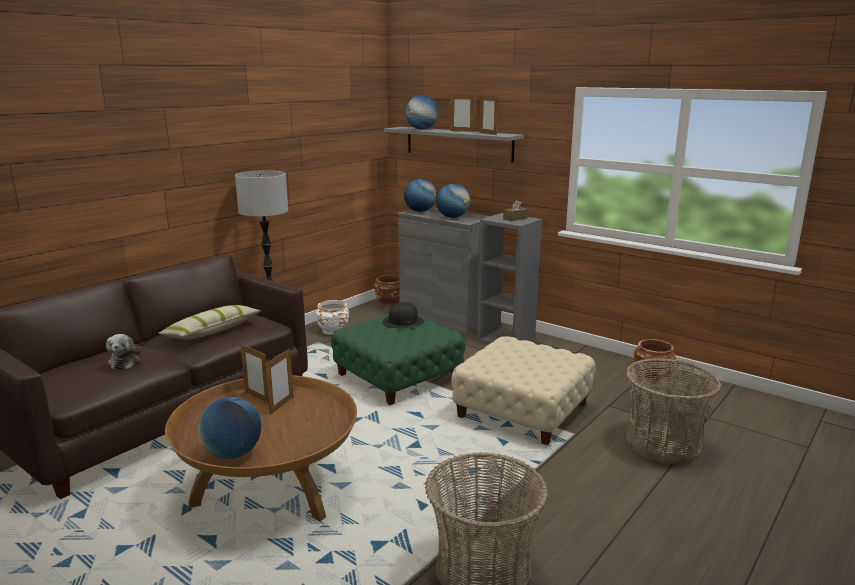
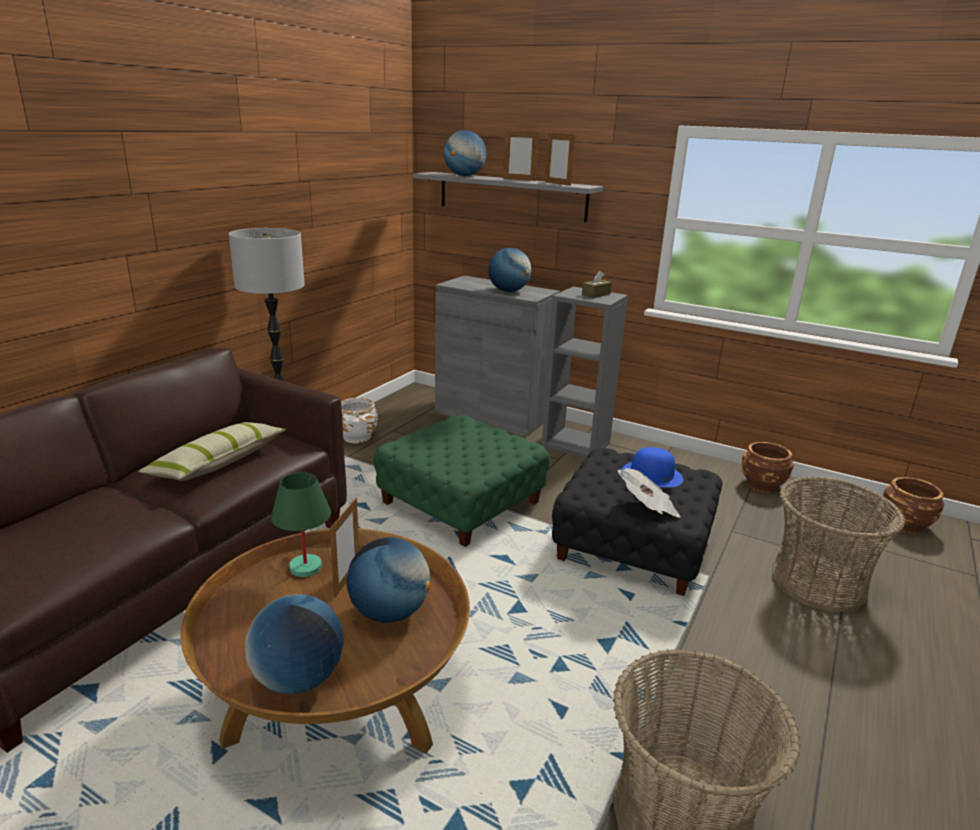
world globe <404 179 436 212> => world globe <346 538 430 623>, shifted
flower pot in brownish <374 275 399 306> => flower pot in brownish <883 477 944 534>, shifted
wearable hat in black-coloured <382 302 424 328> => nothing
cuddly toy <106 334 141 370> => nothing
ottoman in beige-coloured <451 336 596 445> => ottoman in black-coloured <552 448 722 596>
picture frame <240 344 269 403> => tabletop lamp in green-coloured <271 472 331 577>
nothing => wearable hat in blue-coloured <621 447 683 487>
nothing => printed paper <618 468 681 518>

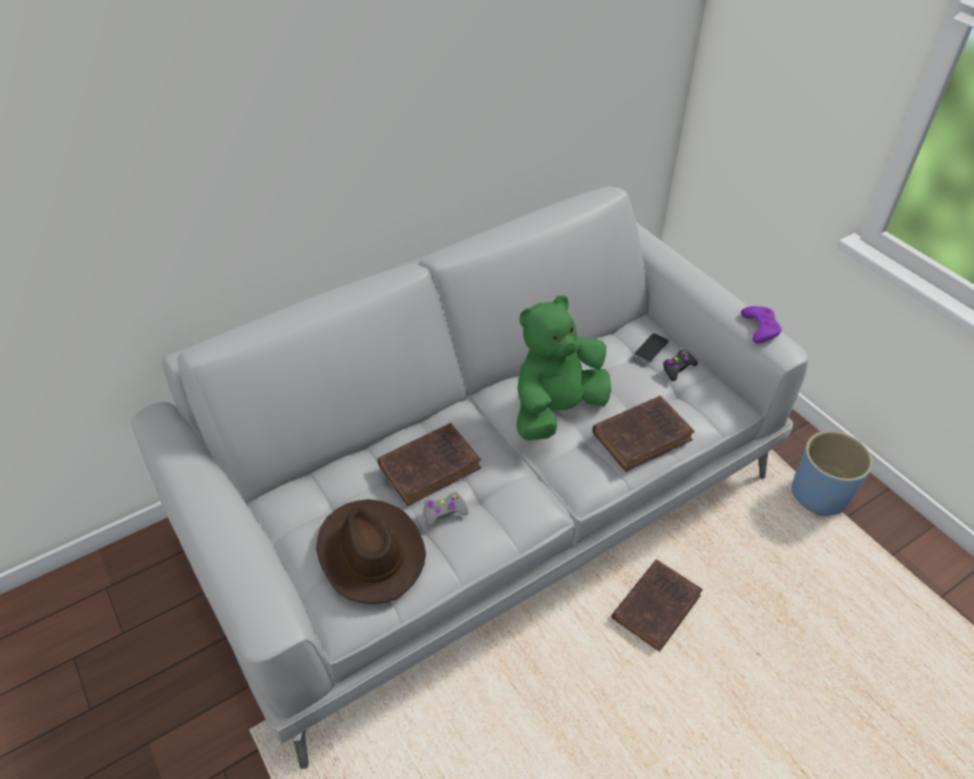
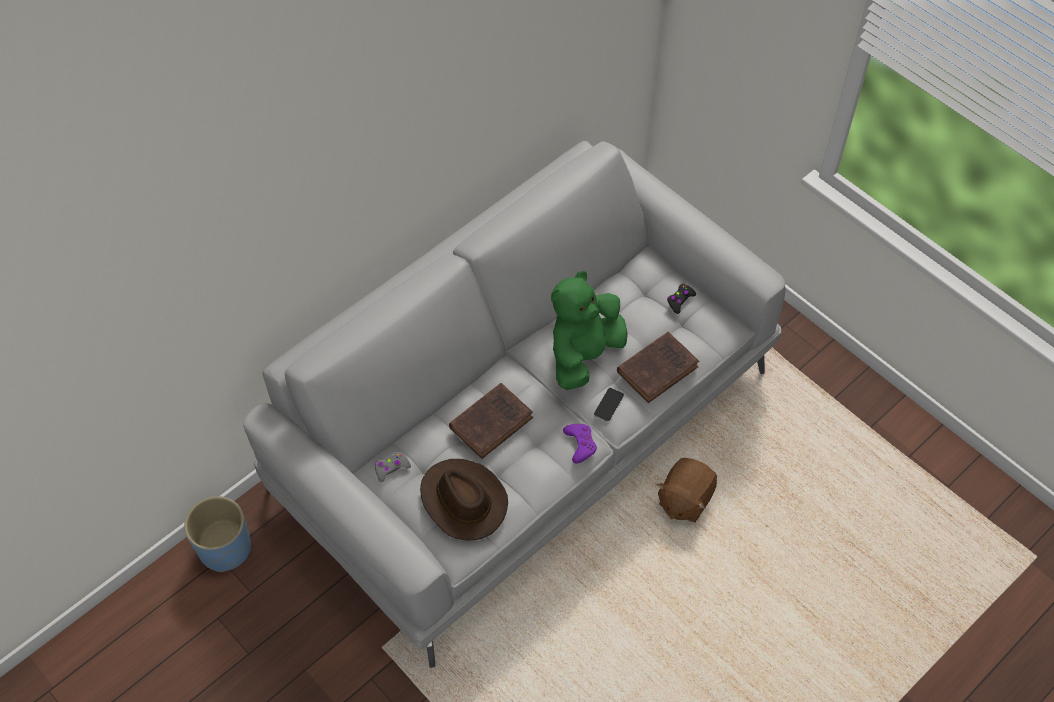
game controller in purple-coloured <741 306 782 344> => game controller in purple-coloured <563 424 597 464>, shifted
telephone <634 333 669 362> => telephone <594 388 624 422>, shifted
flower pot in blue-coloured <792 431 873 516> => flower pot in blue-coloured <184 496 251 572>, shifted
game controller in grey <424 492 469 527> => game controller in grey <375 451 411 482>, shifted
bound book in brownish <612 560 703 652> => cuddly toy in brownish <657 458 717 522>

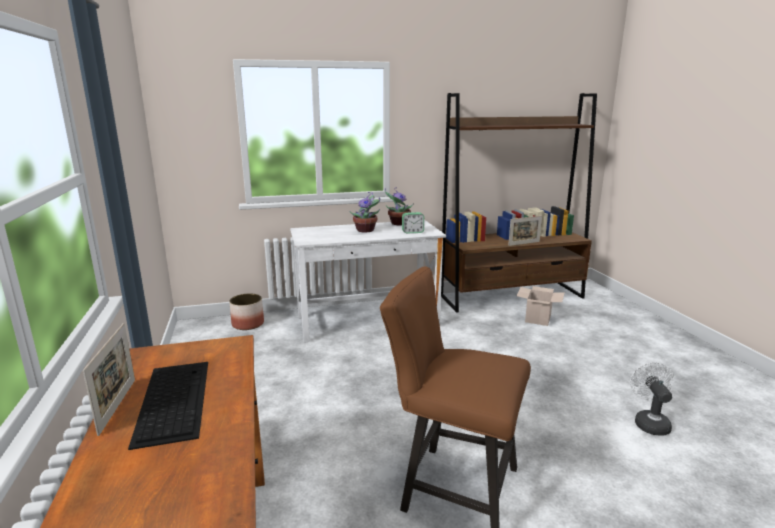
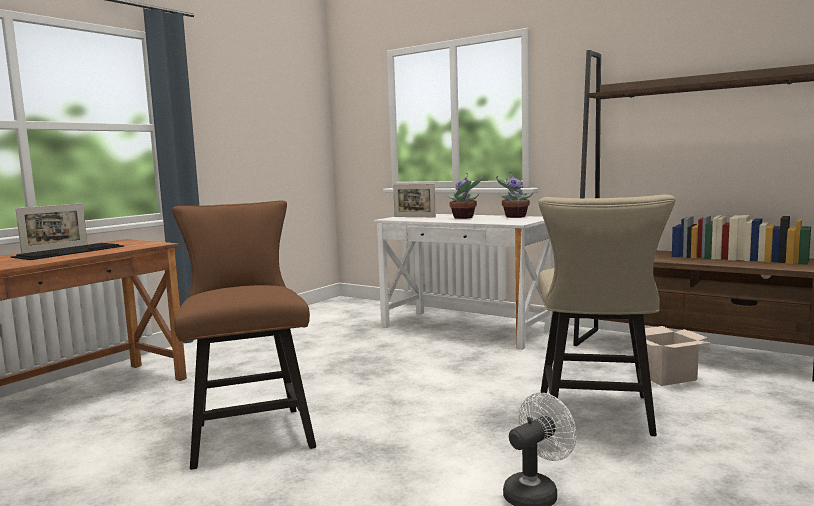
alarm clock <402 212 424 233> => nothing
picture frame <508 216 542 246> => picture frame <393 184 436 217>, shifted
flower pot <229 294 264 330> => nothing
nothing => chair in beige-coloured <538 194 676 436>

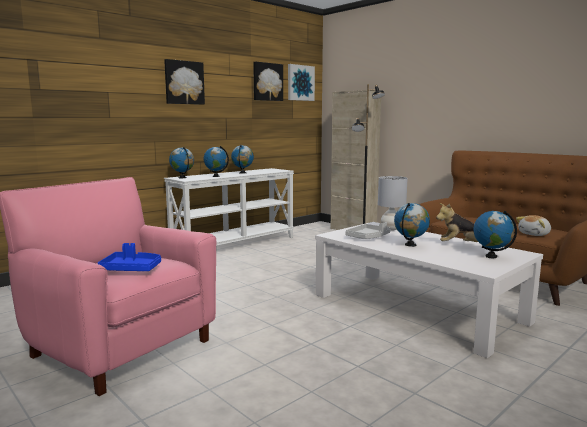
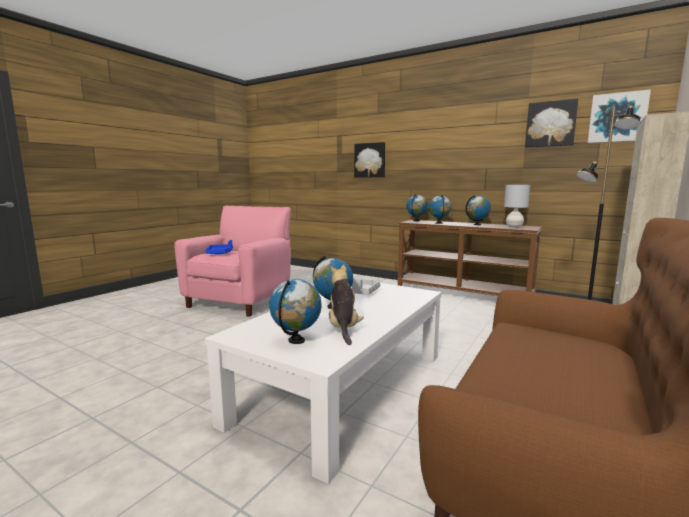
picture <164 59 205 105> => picture <354 142 385 178>, shifted
hall table in white <164 168 294 246> => hall table in brownish <397 220 542 296>
tabletop lamp in grey <378 176 408 230> => tabletop lamp in grey <504 185 530 227>, shifted
cuddly toy <516 215 551 236> => nothing

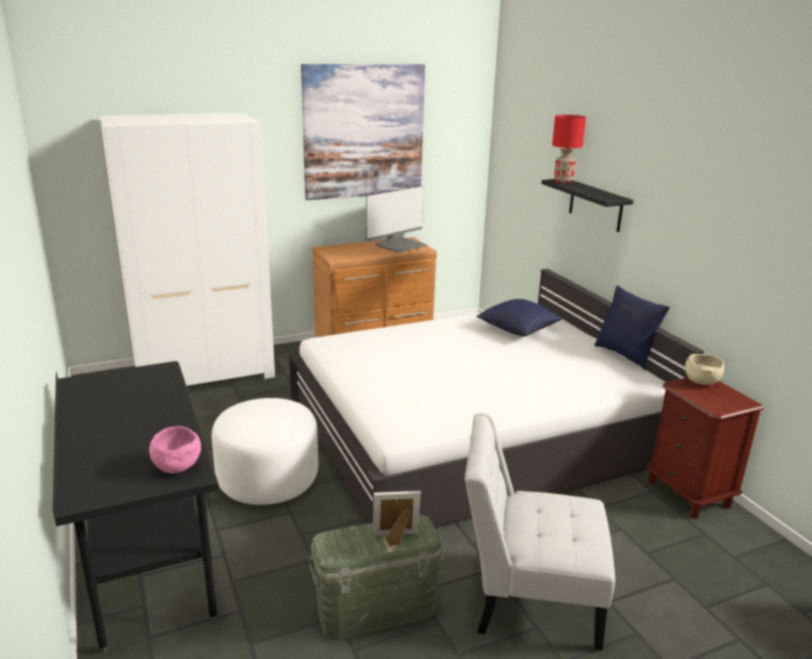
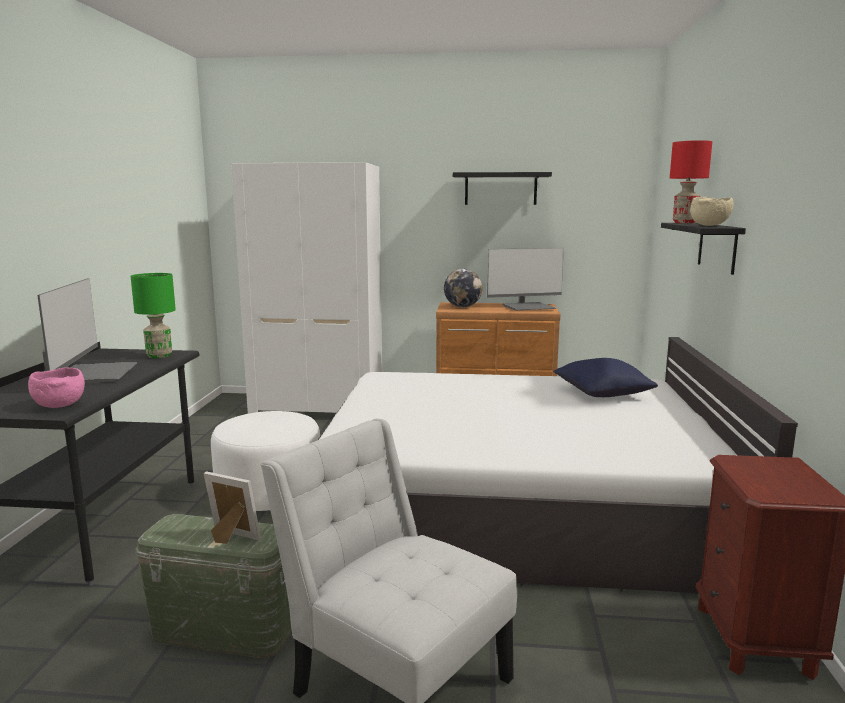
picture <301 64 425 200> => shelf in black-coloured <453 172 552 205>
cushion in blue-coloured <594 285 670 370> => nothing
bowl in beige-coloured <685 354 724 385> => bowl in beige-coloured <690 197 734 226>, shifted
nothing => world globe <444 269 482 307>
nothing => tabletop lamp in green-coloured <131 273 176 358>
nothing => monitor <37 278 137 384>

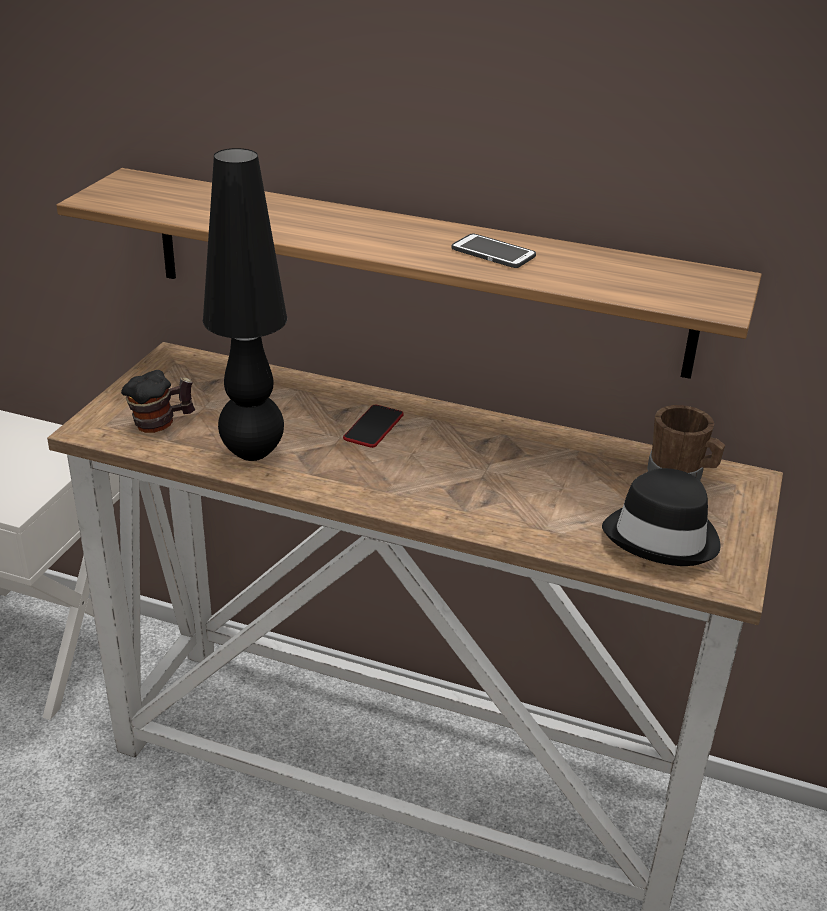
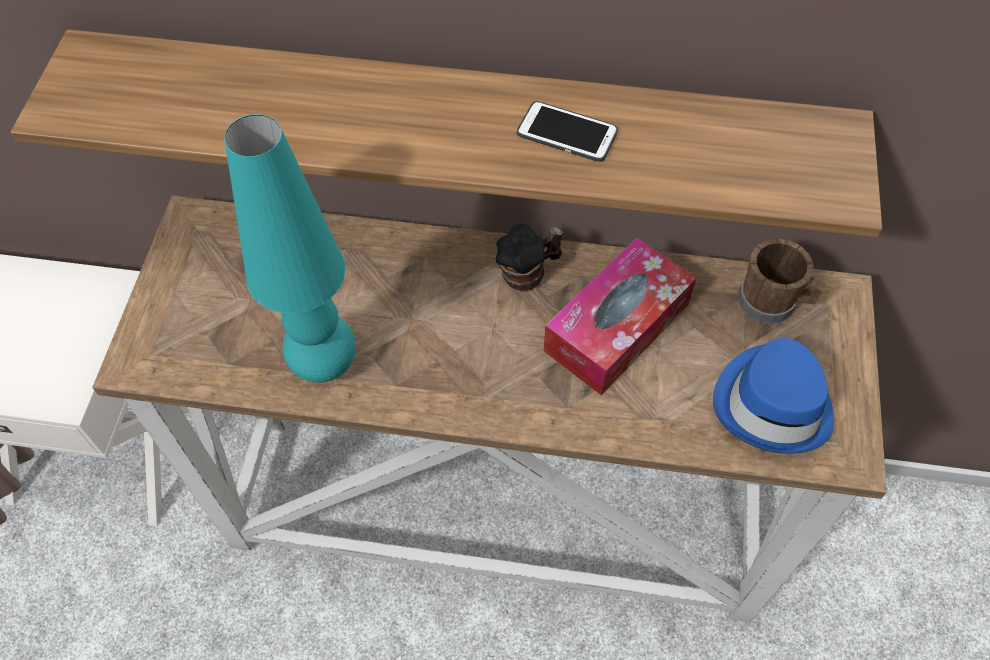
tabletop lamp in black-coloured <203 148 287 461> => tabletop lamp in turquoise <224 114 356 383>
tea mug <121 370 195 433> => tea mug <495 224 563 291>, shifted
telephone <343 405 404 448> => nothing
wearable hat in black-coloured <602 468 721 566> => wearable hat in blue-coloured <713 338 834 454>
nothing => tissue holder <544 238 696 395>

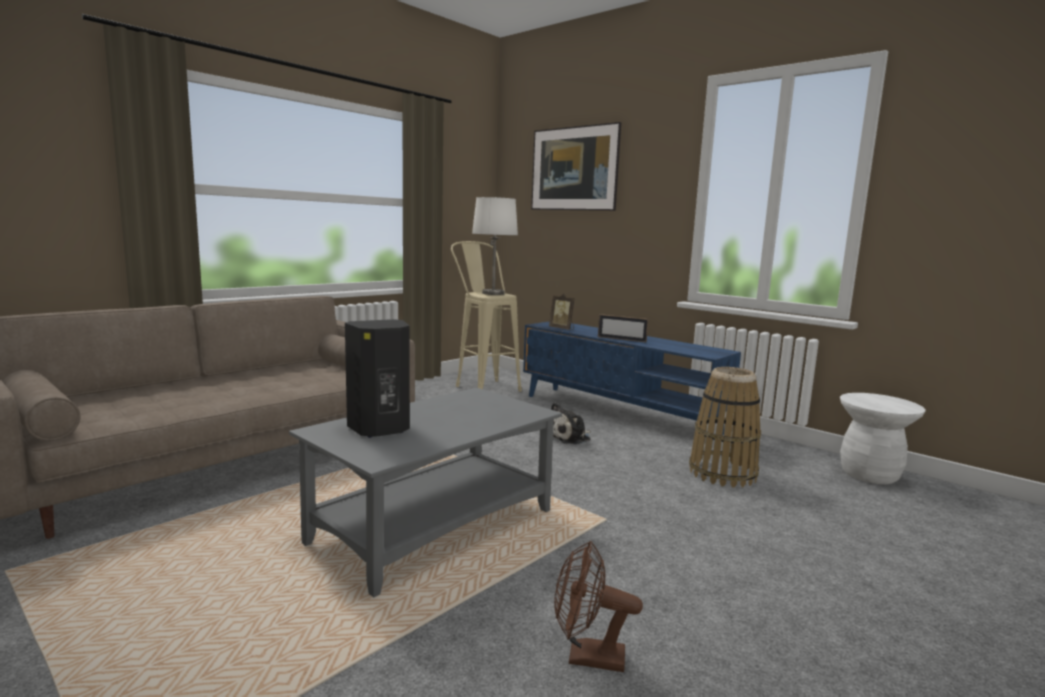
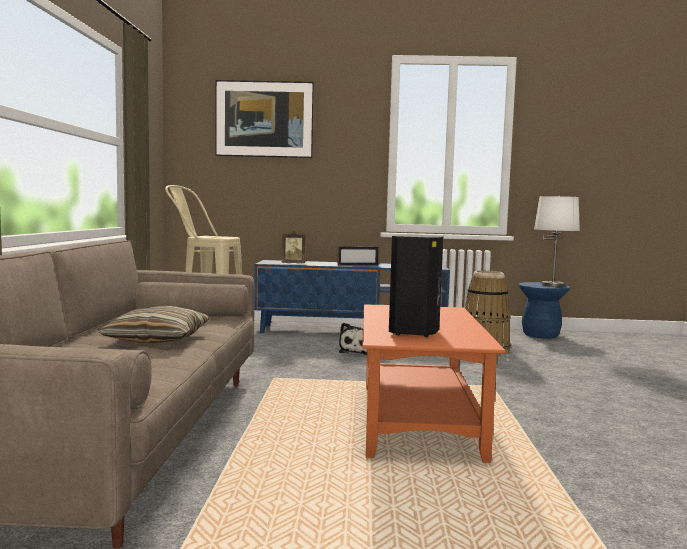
tabletop lamp in white <472 197 518 295> => tabletop lamp in white <534 196 580 287>, shifted
low table in grey <289 388 562 597> => low table in orange <362 304 505 463>
stool seat in white <840 393 926 484> => stool seat in blue-coloured <519 282 570 339>
electric fan in brownish <554 540 643 672> => nothing
nothing => cushion <97 305 210 344>

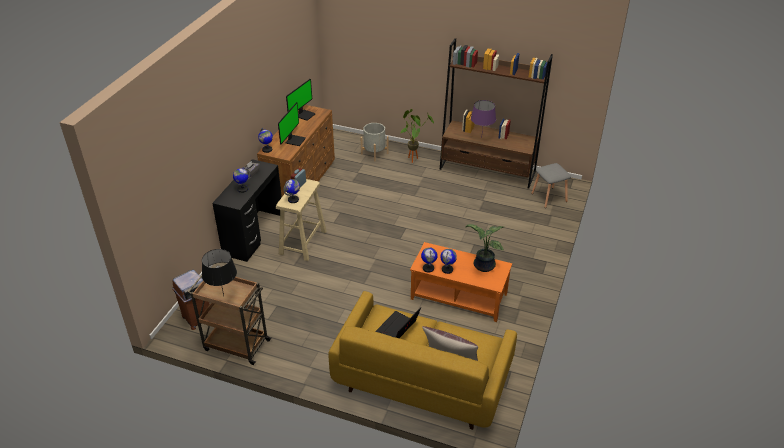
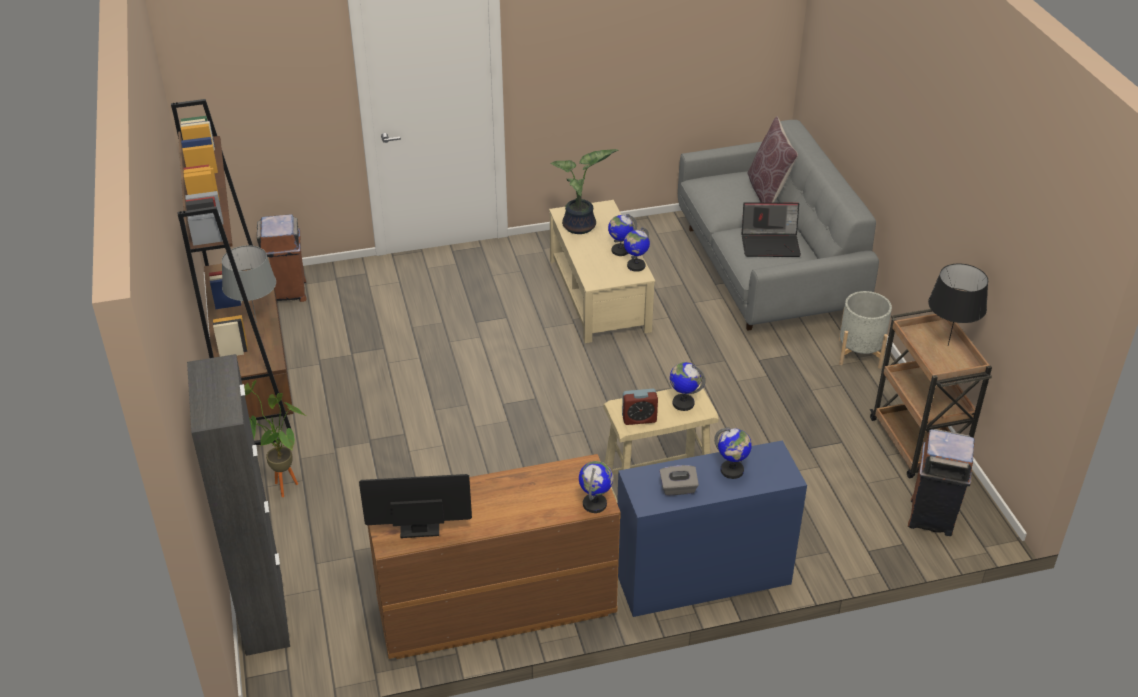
tabletop lamp in purple-coloured <471 100 496 131> => tabletop lamp in grey <222 245 276 323>
monitor <278 102 306 146> => nothing
flower pot in grey <361 123 388 161> => flower pot in grey <839 291 892 369>, shifted
desk in black-coloured <212 159 282 262> => desk in blue-coloured <617 440 807 617>
stool seat in grey <531 163 571 208> => trash can in brownish <257 214 307 302>
low table in orange <410 242 512 322> => low table in beige-coloured <549 200 655 343>
couch in yellowish <328 291 517 430> => couch in grey <678 120 879 331>
nothing => cabinet in black-coloured <187 354 290 656>

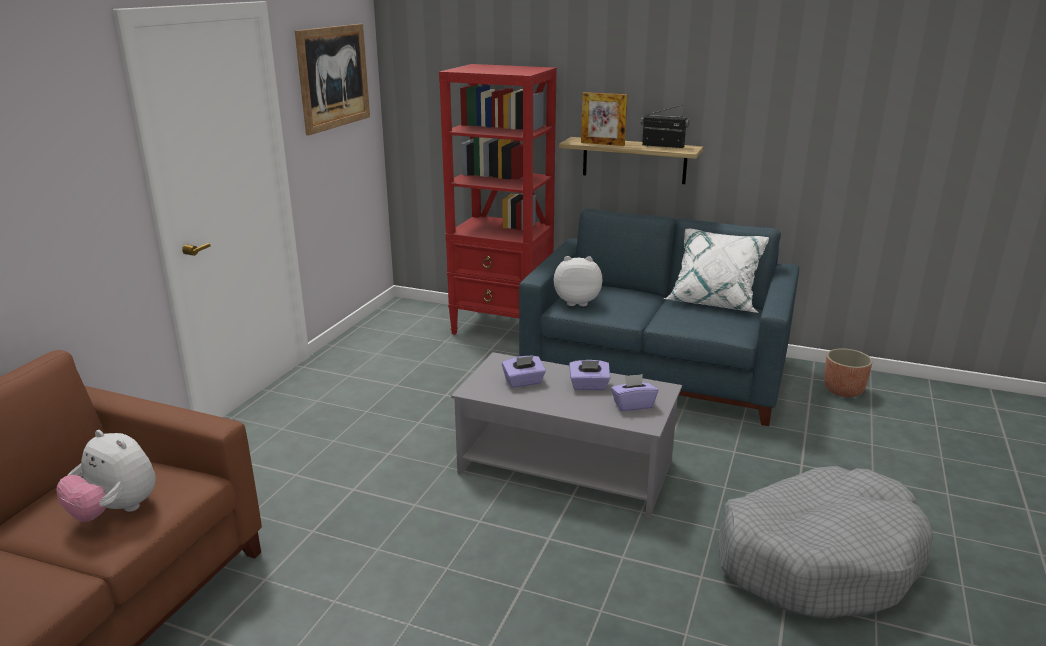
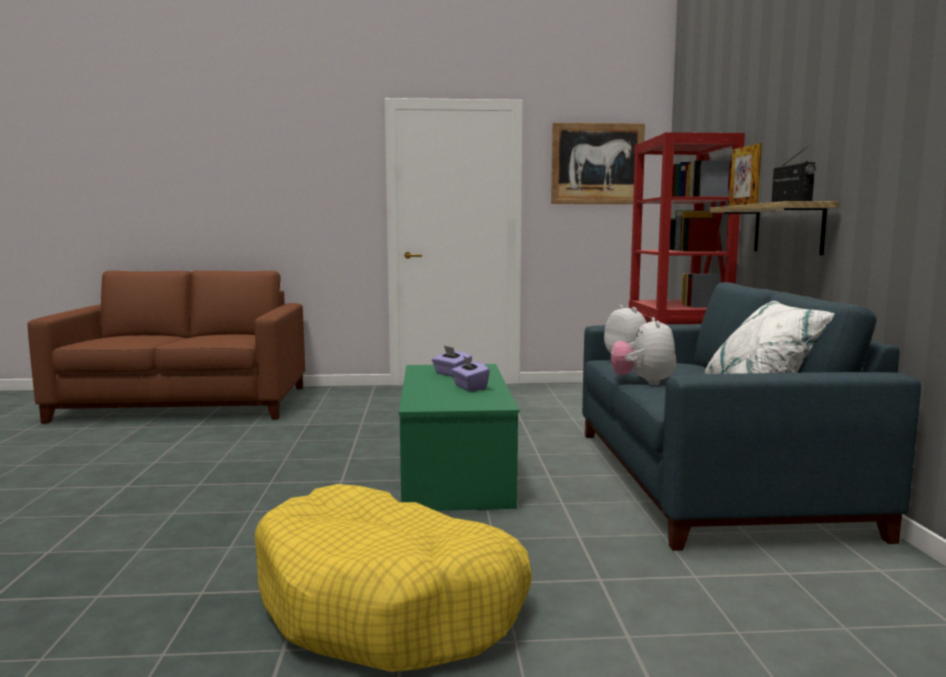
flower pot <824 348 873 397> => nothing
low table in grey <451 352 682 518> => low table in green-coloured <399 364 519 511>
tissue holder in purple-coloured <611 374 658 411> => nothing
cuddly toy <56 430 156 522> => cuddly toy <611 317 676 385>, shifted
dog bed in grey <718 466 933 618> => dog bed in yellowish <254 484 532 672>

